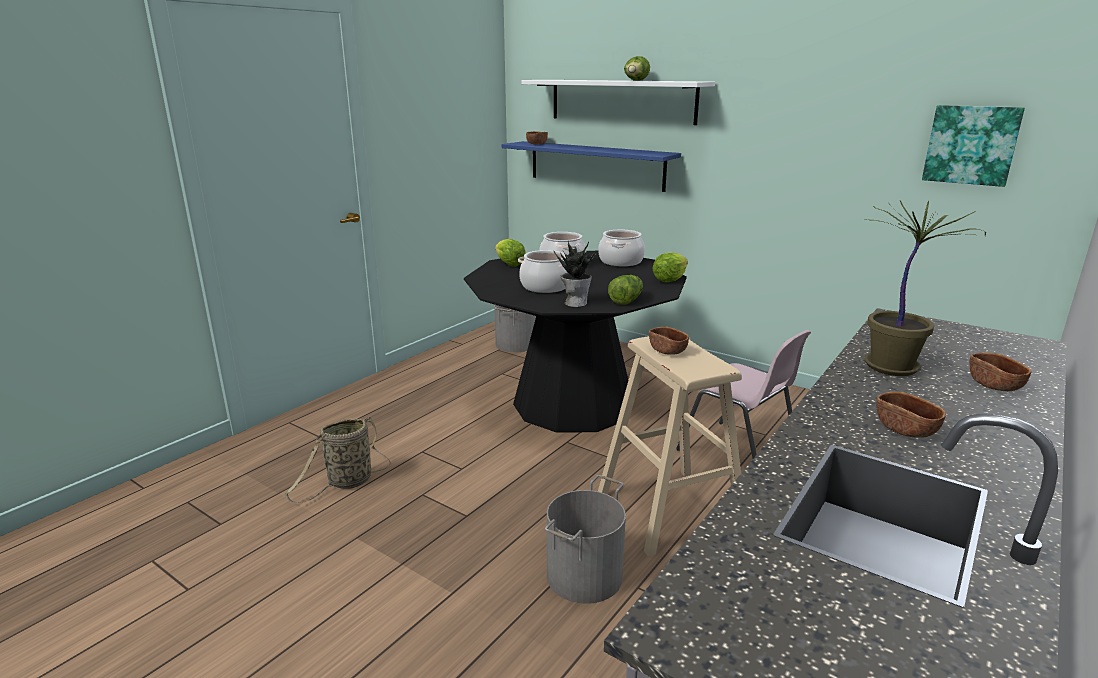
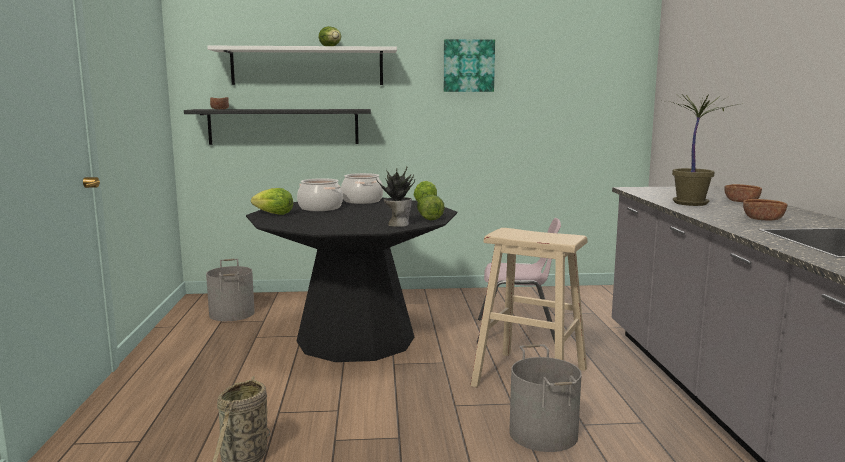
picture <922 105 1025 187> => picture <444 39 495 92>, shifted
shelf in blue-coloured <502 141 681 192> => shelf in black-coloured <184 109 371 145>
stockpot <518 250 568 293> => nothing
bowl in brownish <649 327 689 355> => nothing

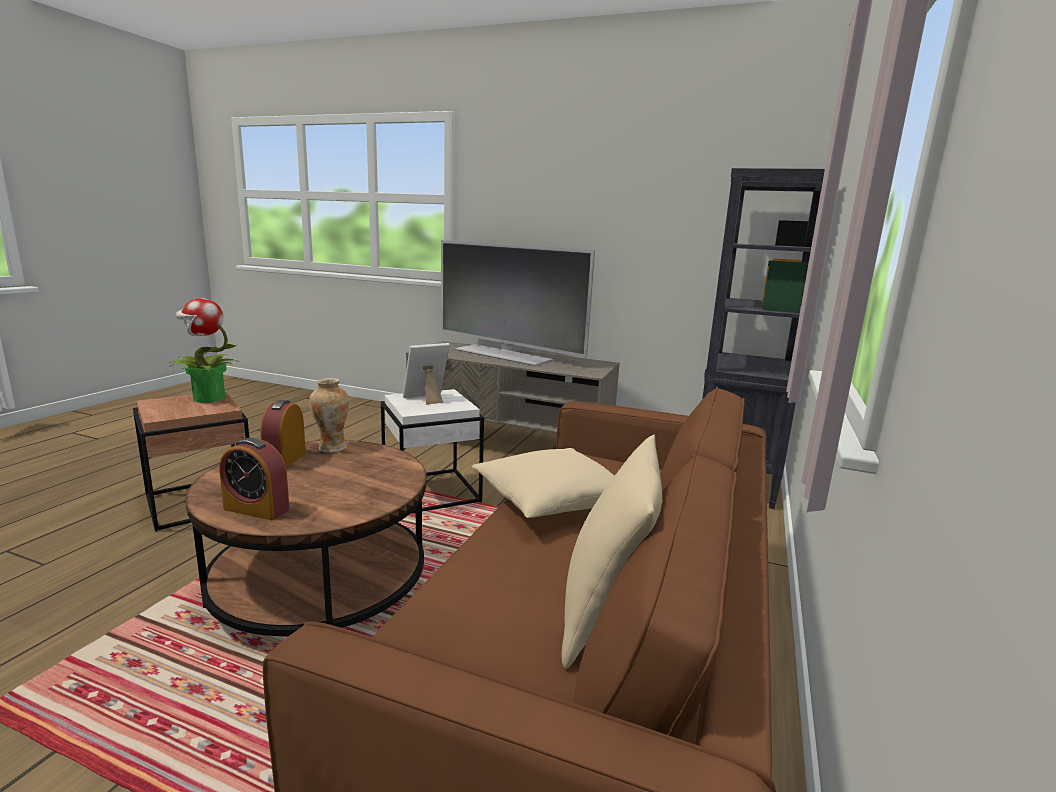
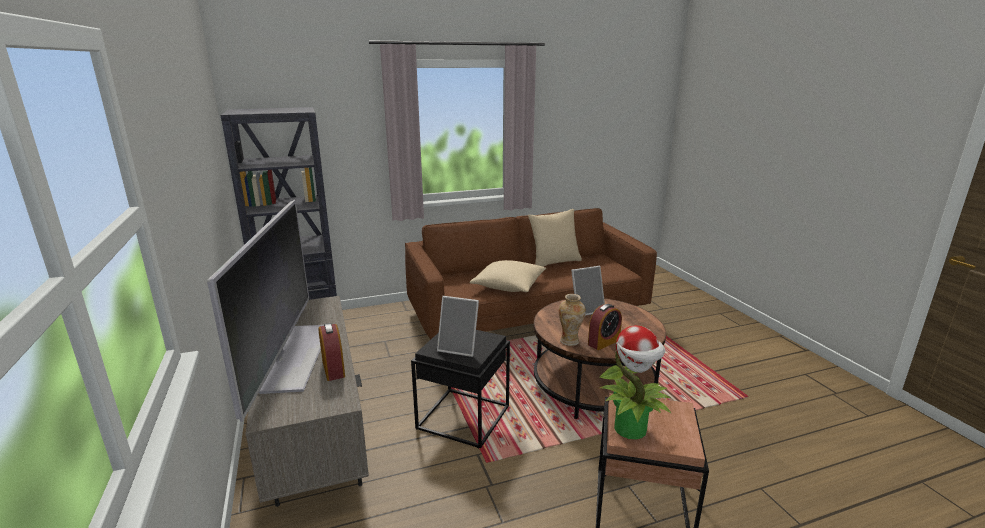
side table in white <381 389 484 514> => side table in black-coloured <411 330 510 448>
alarm clock <219 438 290 520> => alarm clock <318 323 345 381>, shifted
nothing => picture frame <571 266 605 316>

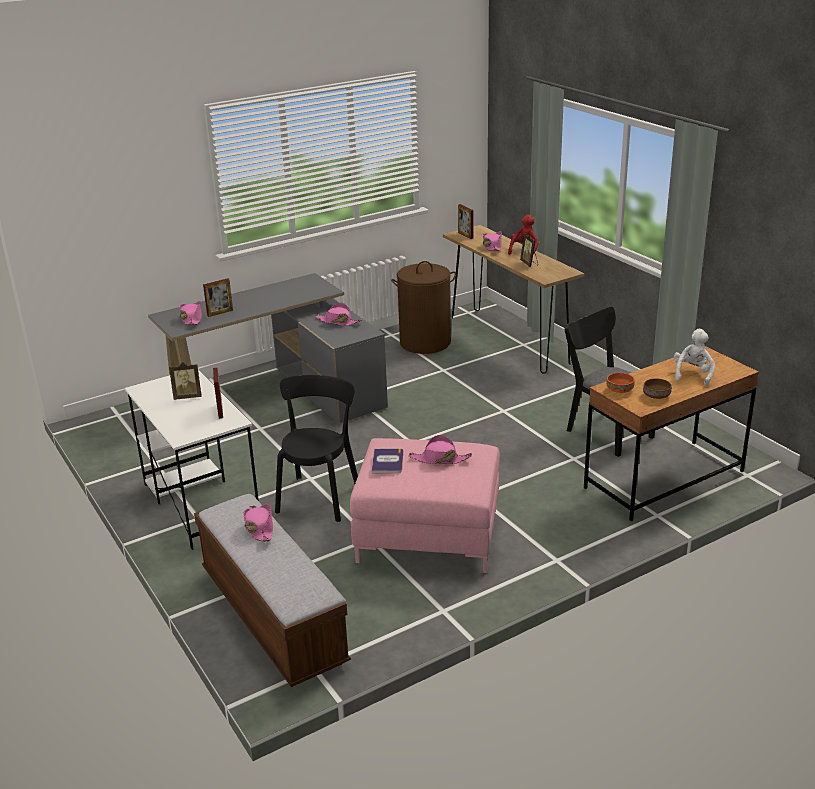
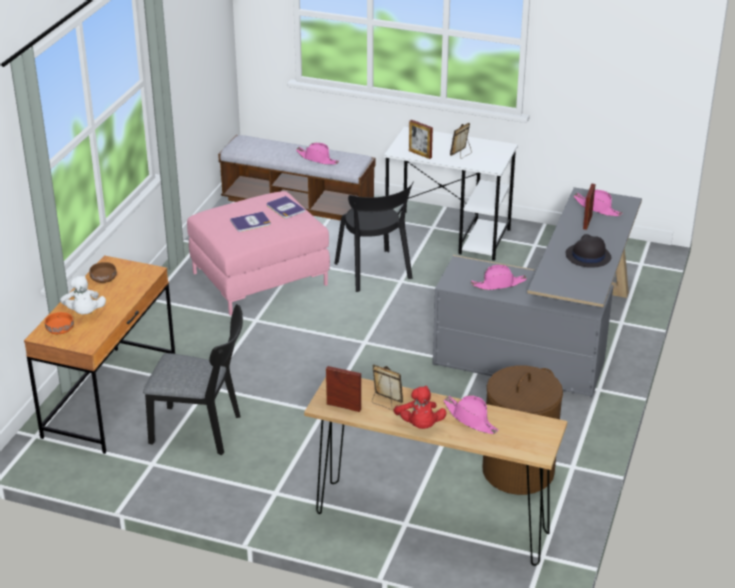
picture frame <458 204 473 239> => picture frame <326 366 361 412>, shifted
bowl in orange <606 373 634 393> => bowl in orange <45 312 74 334>, shifted
wearable hat in pink <409 435 472 464> => bound book <230 211 271 232>
nothing => wearable hat in black-coloured <566 234 612 268>

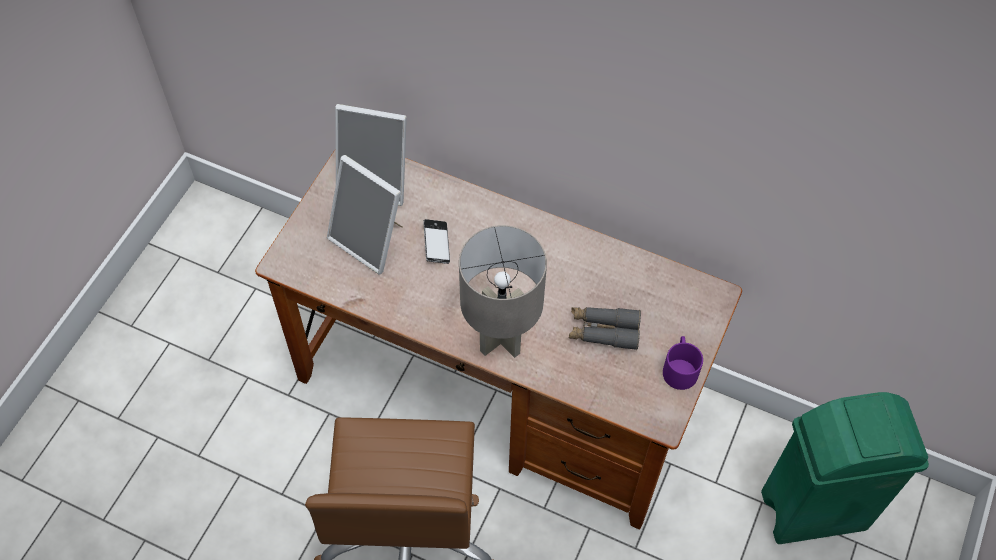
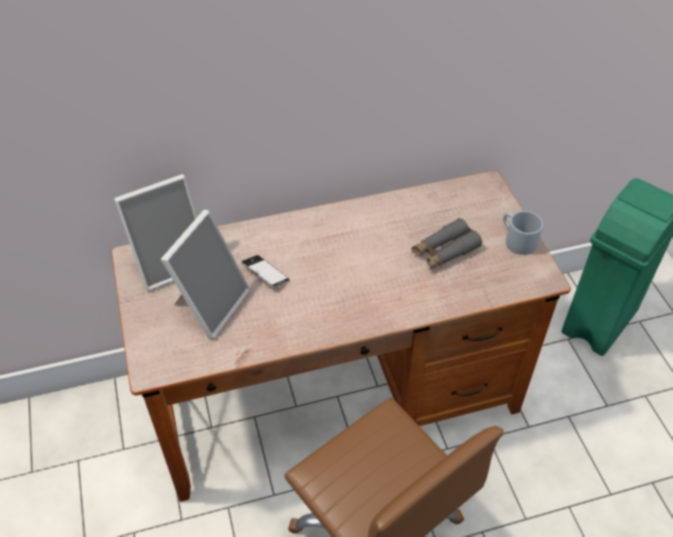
picture frame <327 155 402 275> => picture frame <161 210 250 339>, 60 degrees counterclockwise
tabletop lamp in grey <459 225 547 358> => nothing
tea mug in purple-coloured <663 336 703 390> => tea mug in grey <503 211 543 255>

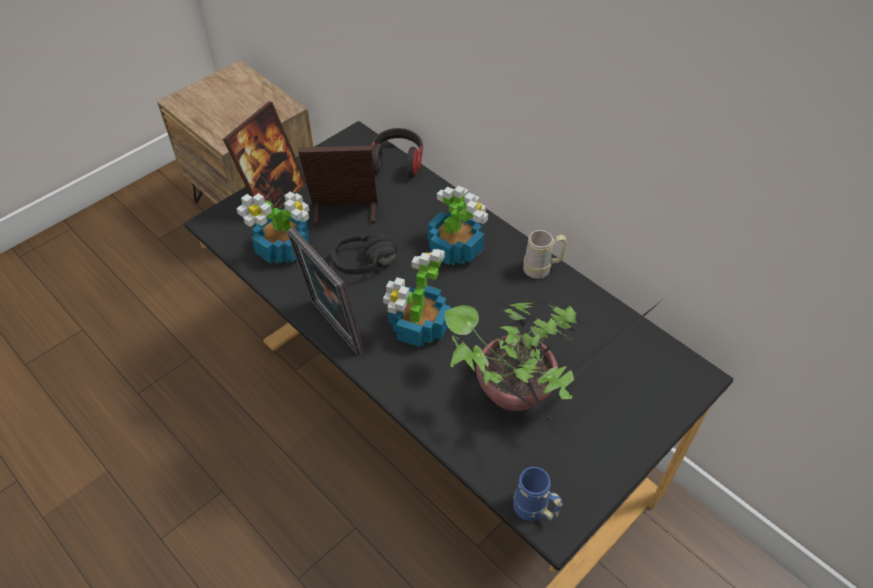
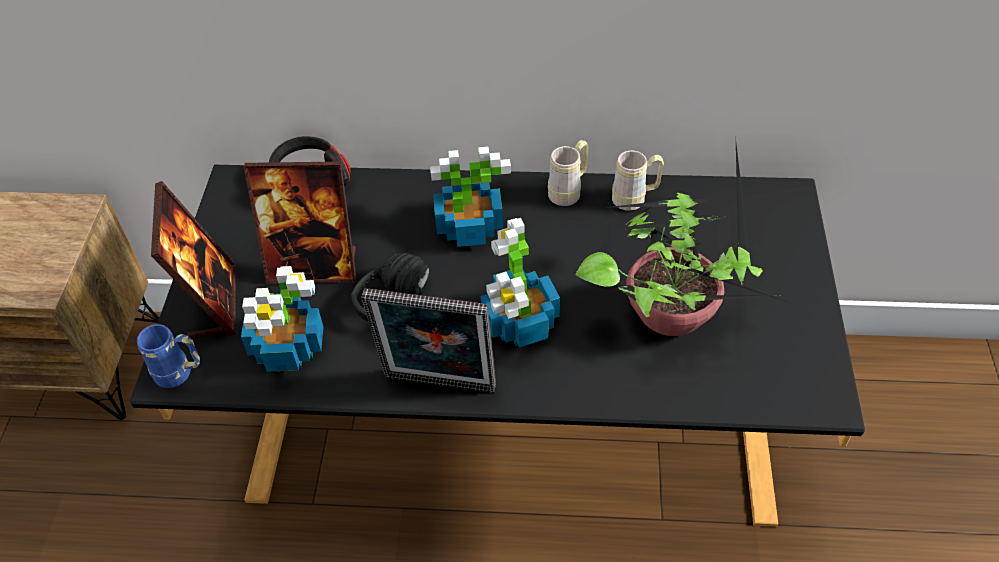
picture frame <298 146 378 226> => picture frame <243 161 356 283>, 135 degrees counterclockwise
tea mug in blue-coloured <513 467 563 521> => tea mug in blue-coloured <137 324 200 388>, shifted
nothing => tea mug in beige-coloured <612 151 664 211>

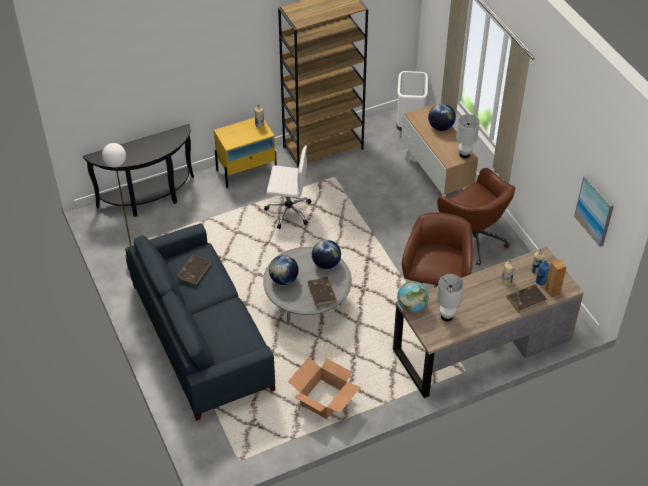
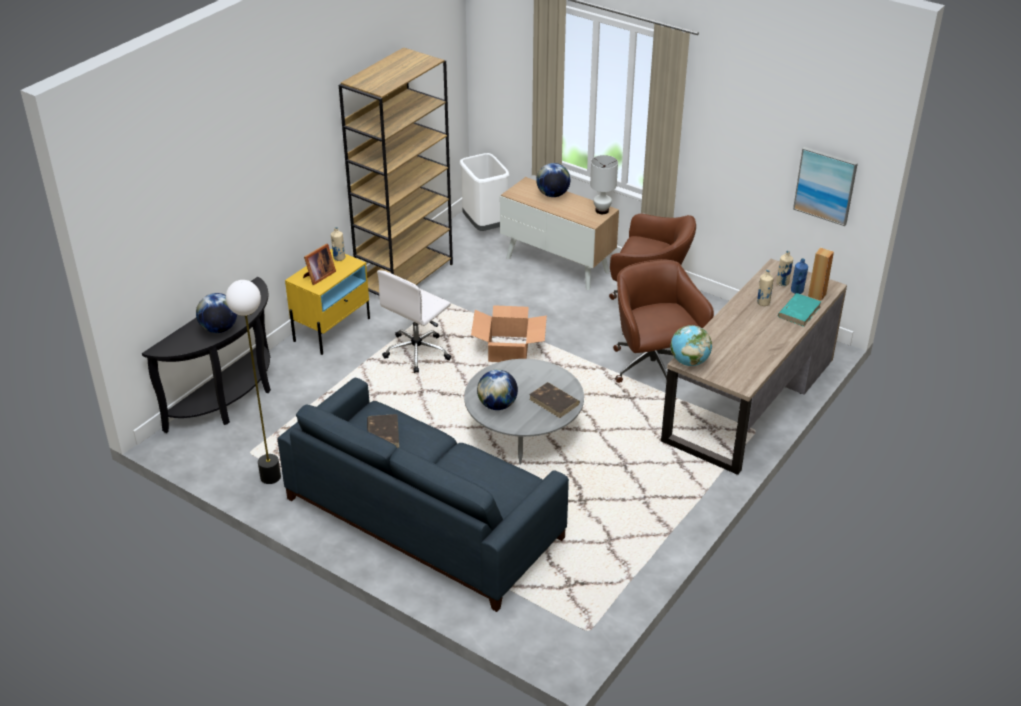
desk chair in white <264 145 311 229> => desk chair in white <377 270 451 373>, 150 degrees clockwise
world globe <312 240 341 269> => world globe <196 293 237 333>, shifted
tabletop lamp in white <437 274 464 322> => nothing
bound book in brownish <507 284 547 313> => bound book in turquoise <778 293 821 327>
packing box <288 357 360 419> => packing box <471 305 547 362>, shifted
nothing => picture frame <303 244 336 285>

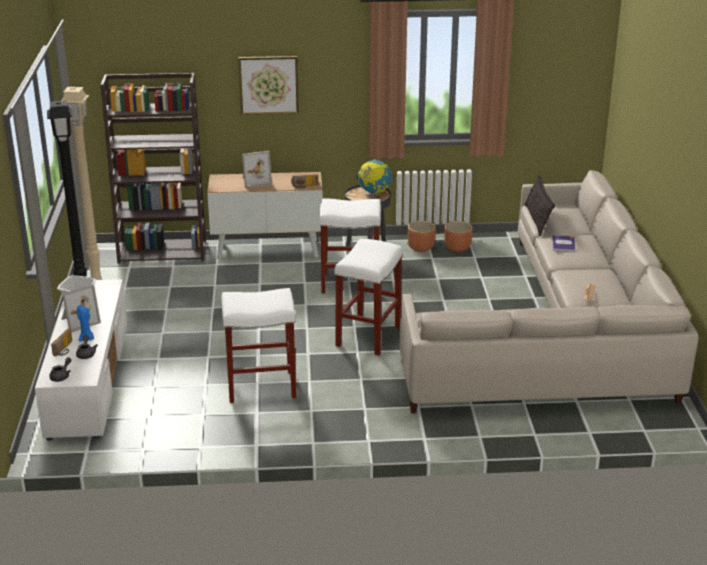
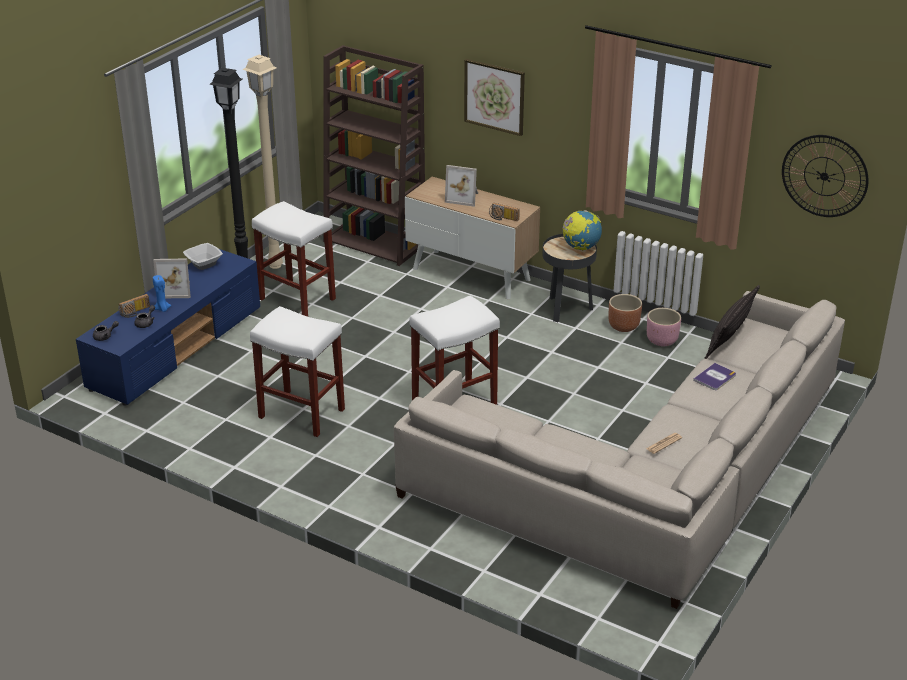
stool seat in white <319 198 381 294> => stool seat in white <252 201 336 317>, shifted
flower pot in brownish <444 221 472 252> => flower pot in pink <647 308 681 346>
tv unit in white <35 279 127 441> => tv unit in blue-coloured <76 249 260 406>
nothing => clock on the wall <782 135 869 217>

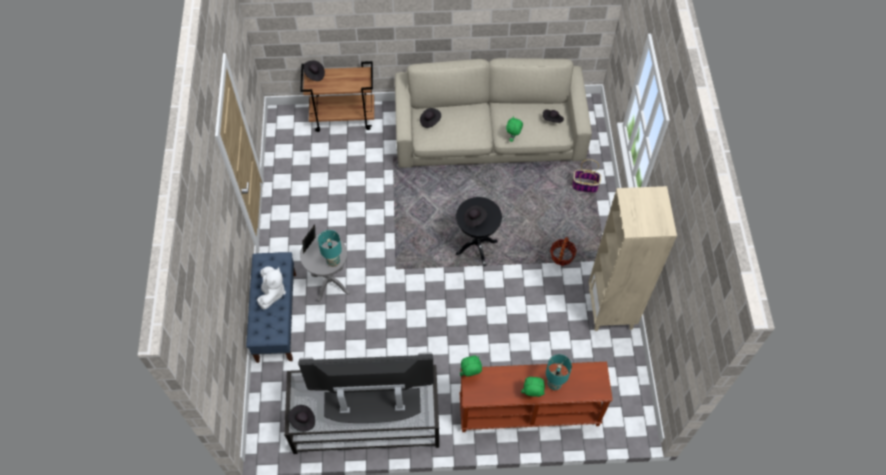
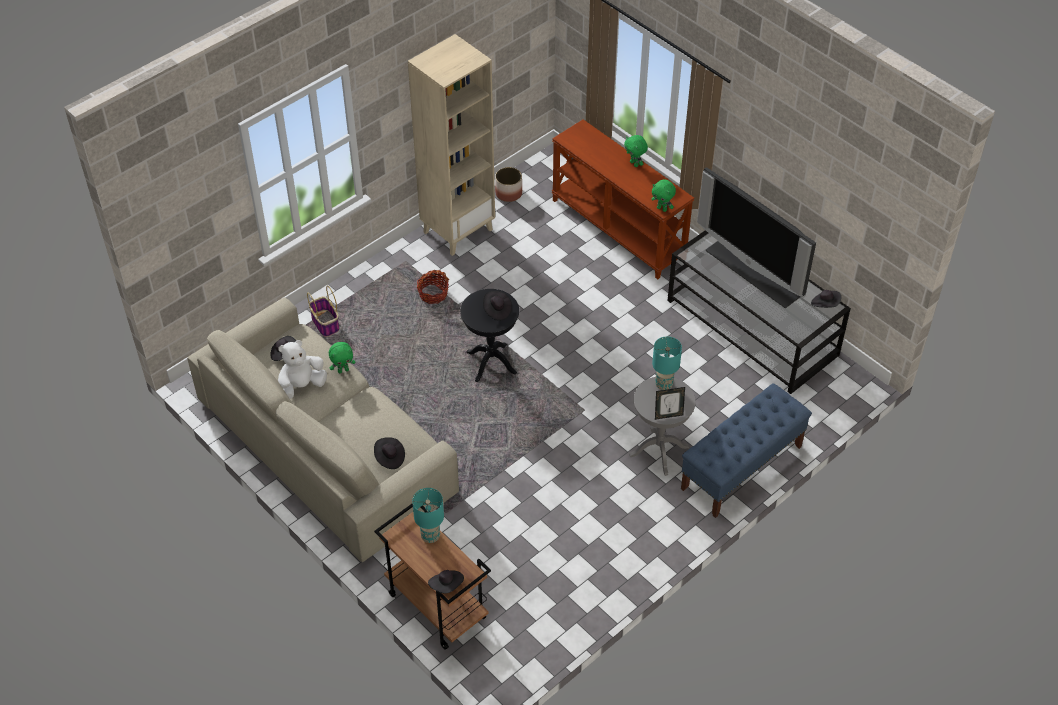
cuddly toy in white <257 266 286 310> => cuddly toy in white <278 340 327 399>, shifted
tabletop lamp in turquoise <546 354 572 390> => tabletop lamp in turquoise <412 488 444 543>, shifted
nothing => flower pot <495 167 522 202>

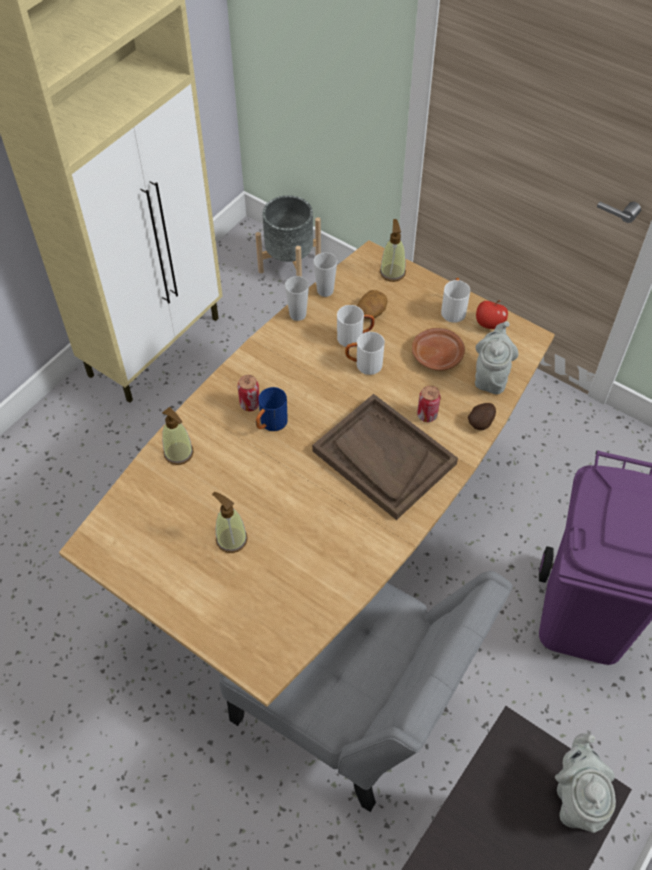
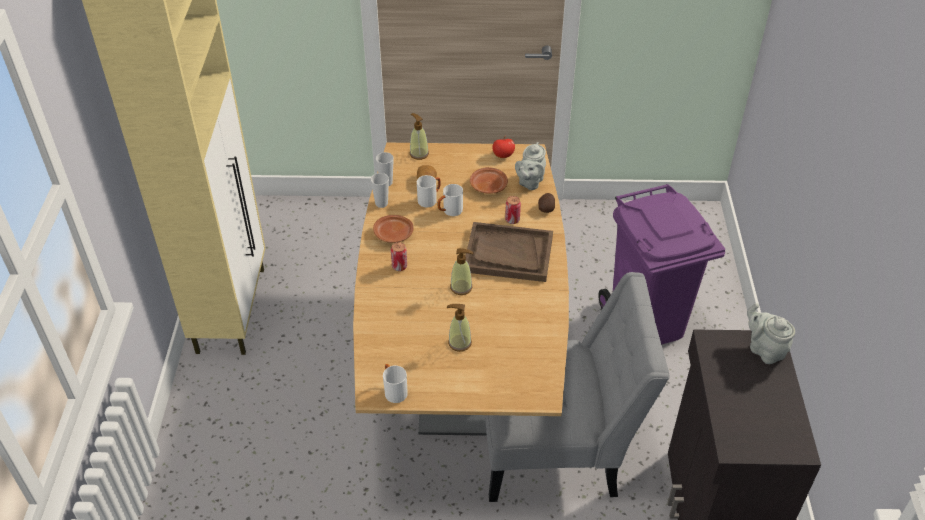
flower pot in grey <255 195 321 277> => nothing
tea mug in white <441 278 470 323> => tea mug in white <383 364 408 403>, shifted
tea pot in grey <475 321 518 394> => tea pot in grey <515 142 546 190>, 135 degrees counterclockwise
tea mug in blue-coloured <256 387 288 431> => nothing
soap dispenser <162 407 194 465> => soap dispenser <450 248 474 295>, shifted
nothing => dinner plate in brownish <373 215 413 243>

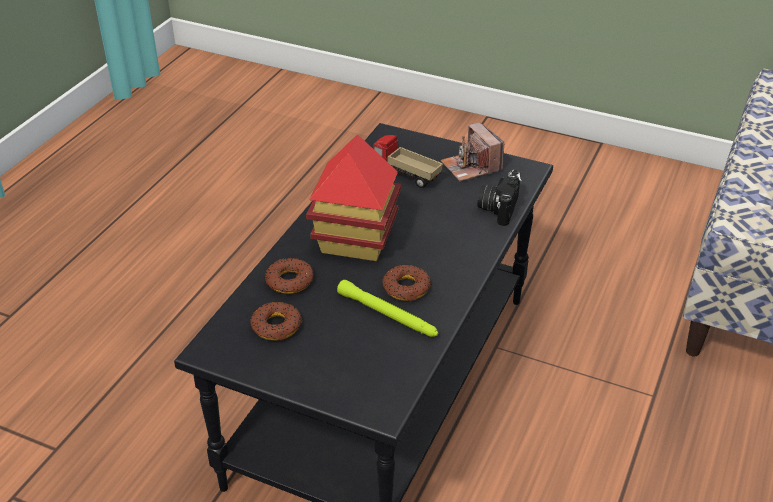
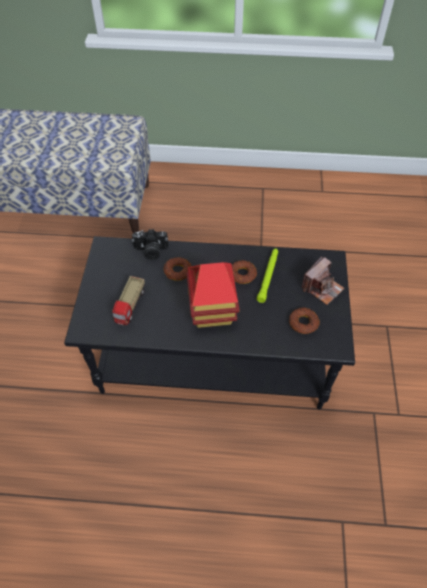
photo camera <441 122 504 181> => photo camera <302 256 344 305>, shifted
ring doughnut <265 258 313 294> => ring doughnut <164 257 192 281>, shifted

